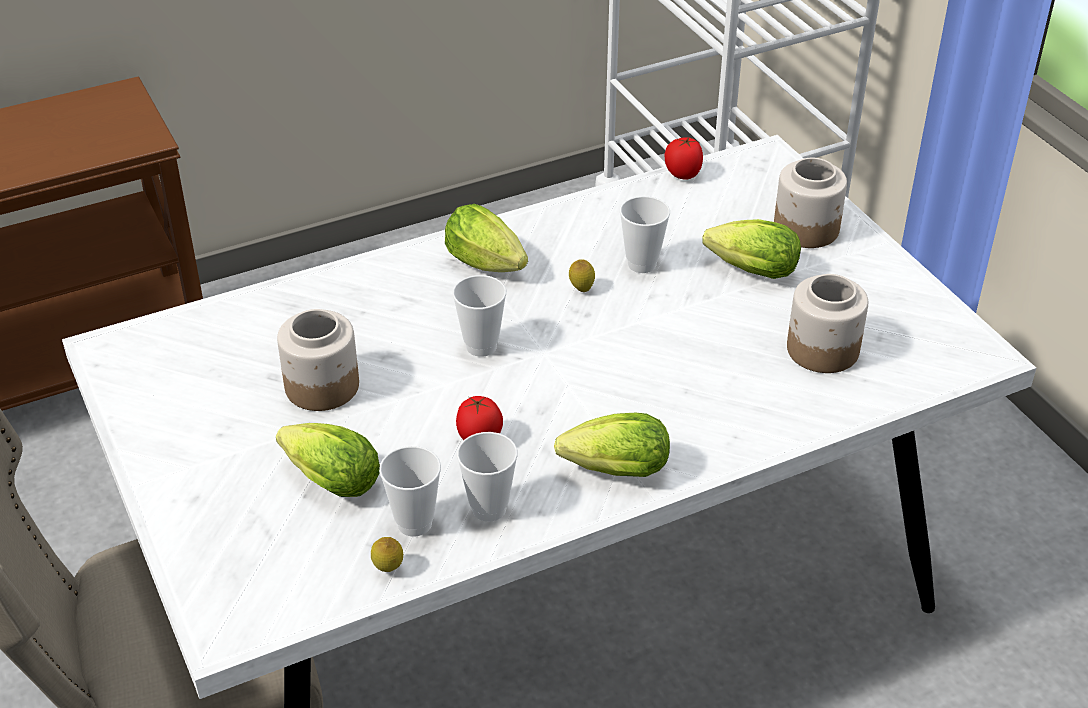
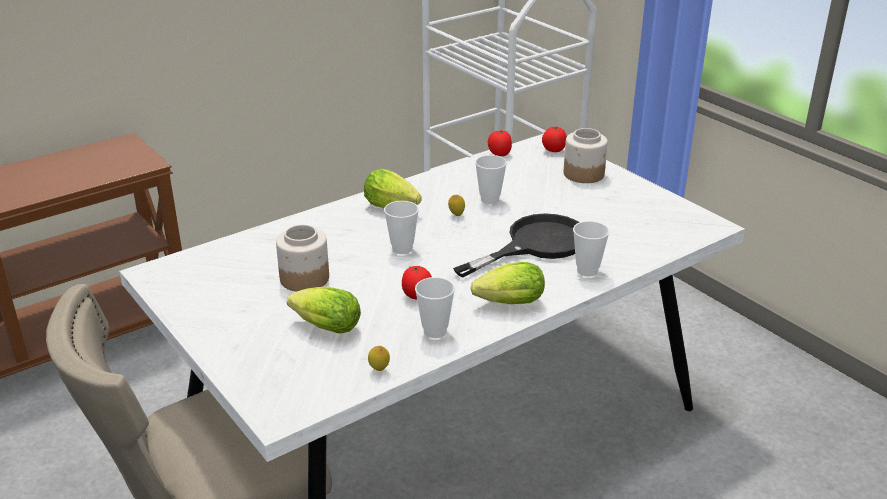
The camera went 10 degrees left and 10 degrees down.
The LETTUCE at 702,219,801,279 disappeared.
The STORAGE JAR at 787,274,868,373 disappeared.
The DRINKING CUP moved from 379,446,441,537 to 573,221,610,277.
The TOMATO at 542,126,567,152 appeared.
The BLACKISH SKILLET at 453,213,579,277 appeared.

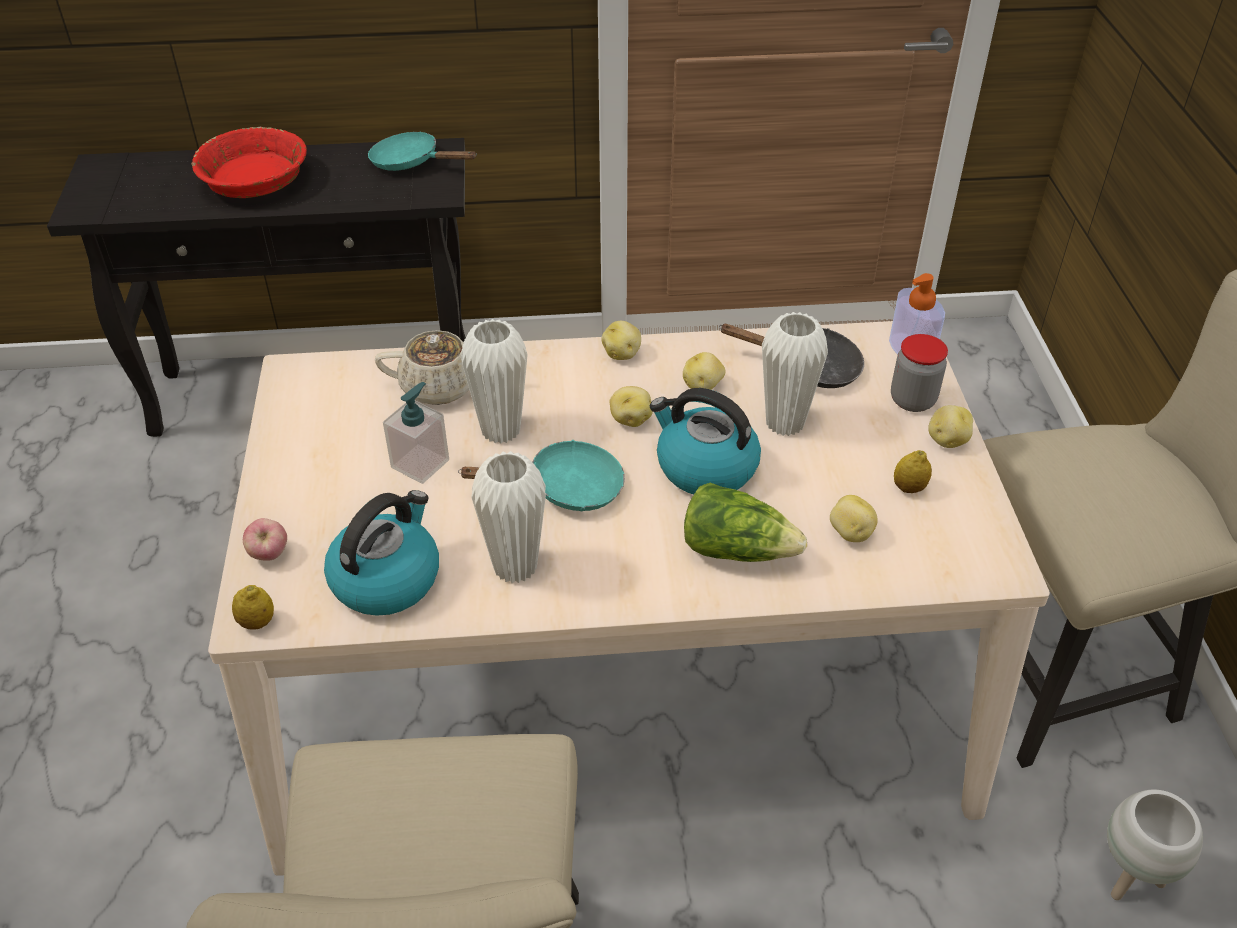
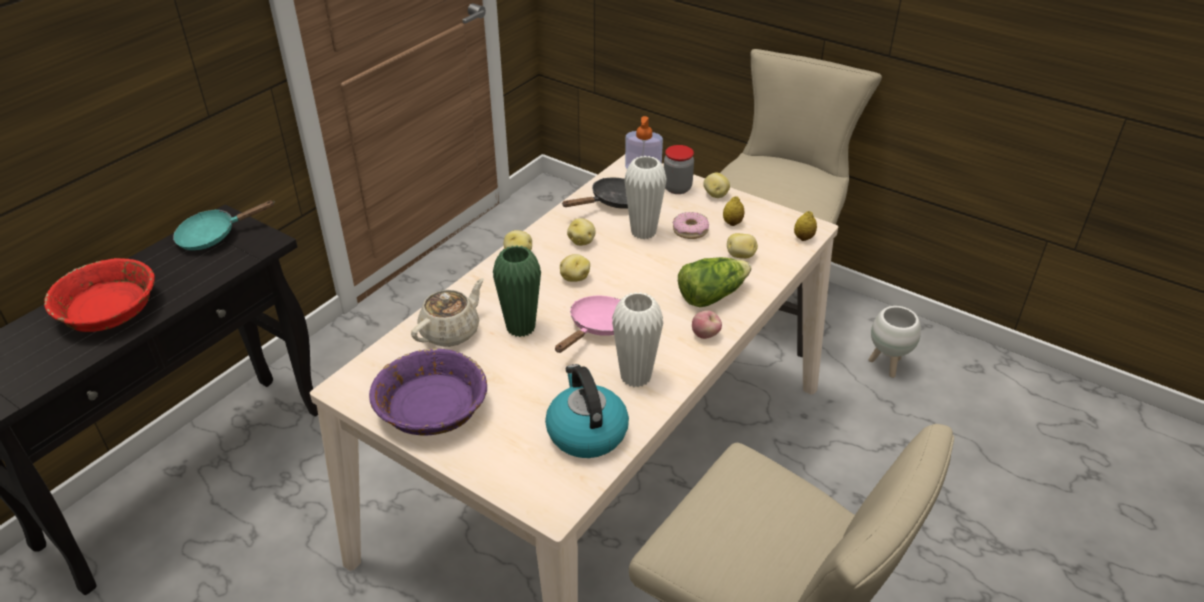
The camera went 50 degrees left and 5 degrees down.
The WHITE VASE at 461,319,528,444 became the GREEN VASE at 493,246,541,337.
The SOAP BOTTLE at 383,382,449,484 disappeared.
The TEA KETTLE at 650,388,761,494 disappeared.
The TURQUOISE SKILLET at 458,440,625,511 became the PINK SKILLET at 555,296,620,353.
The APPLE FRUIT moved from 243,518,287,560 to 692,310,722,339.
The LEMON moved from 232,585,274,629 to 794,211,817,241.
The RING DOUGHNUT at 672,212,709,239 appeared.
The PURPLE SERVING BOWL at 369,348,487,436 appeared.

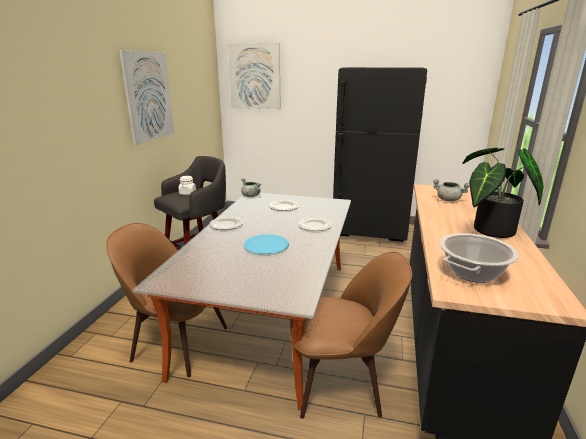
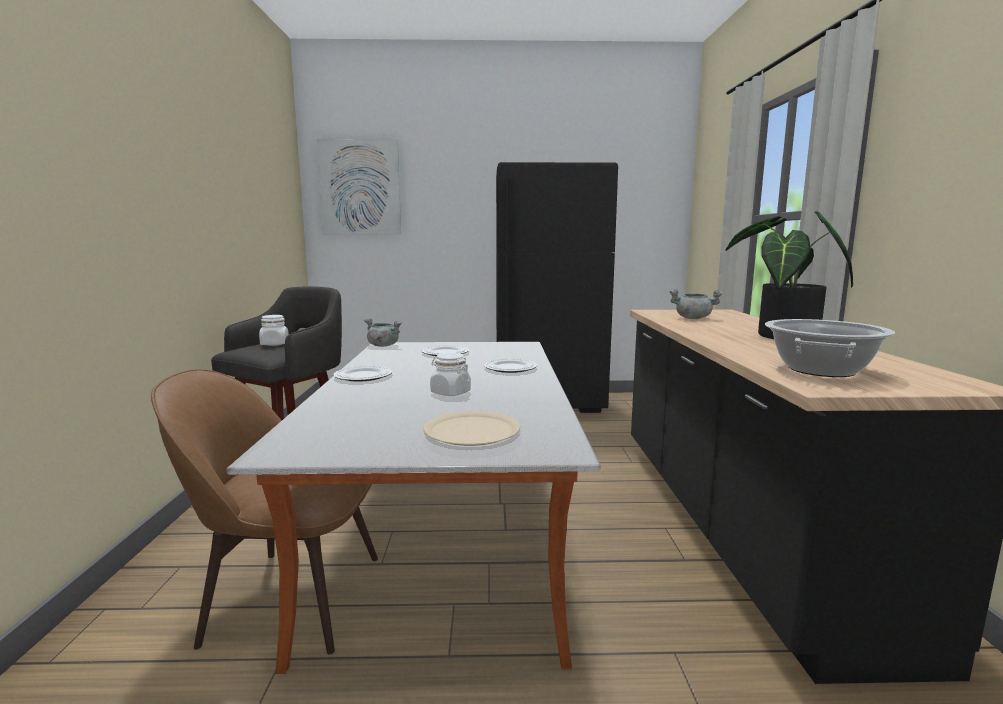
The camera went 15 degrees left and 10 degrees down.
The WALL ART at 119,50,174,145 disappeared.
The BLUISH FLAT DISH at 244,234,289,254 was replaced by the WHITE STORAGE JAR at 430,353,471,396.
The BROWN PLAIN CHAIR at 290,252,412,419 disappeared.
The SAND-COLOURED FLAT DISH at 423,411,520,446 appeared.

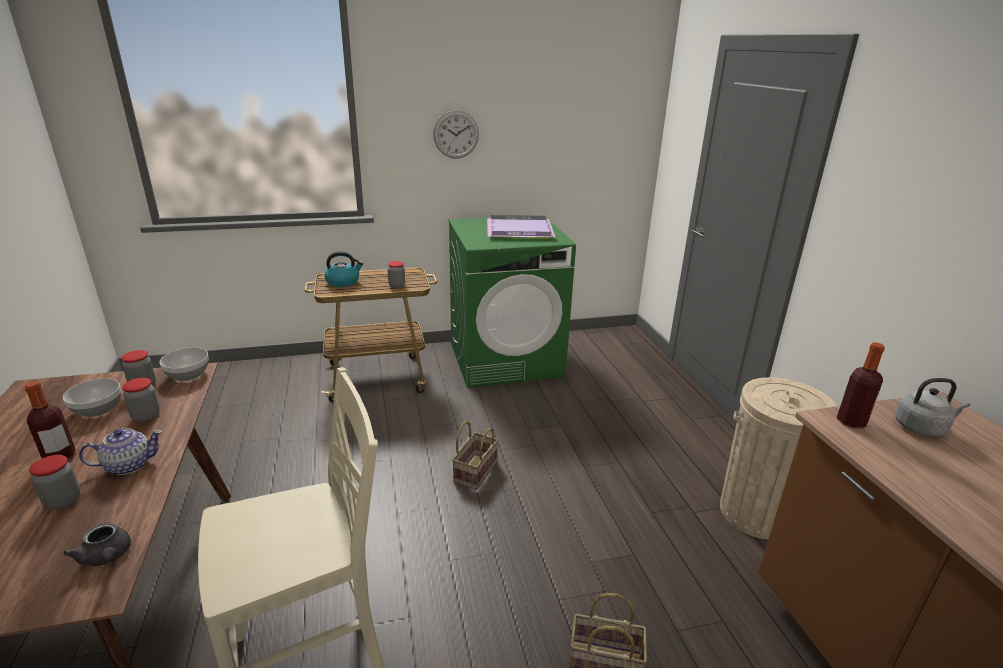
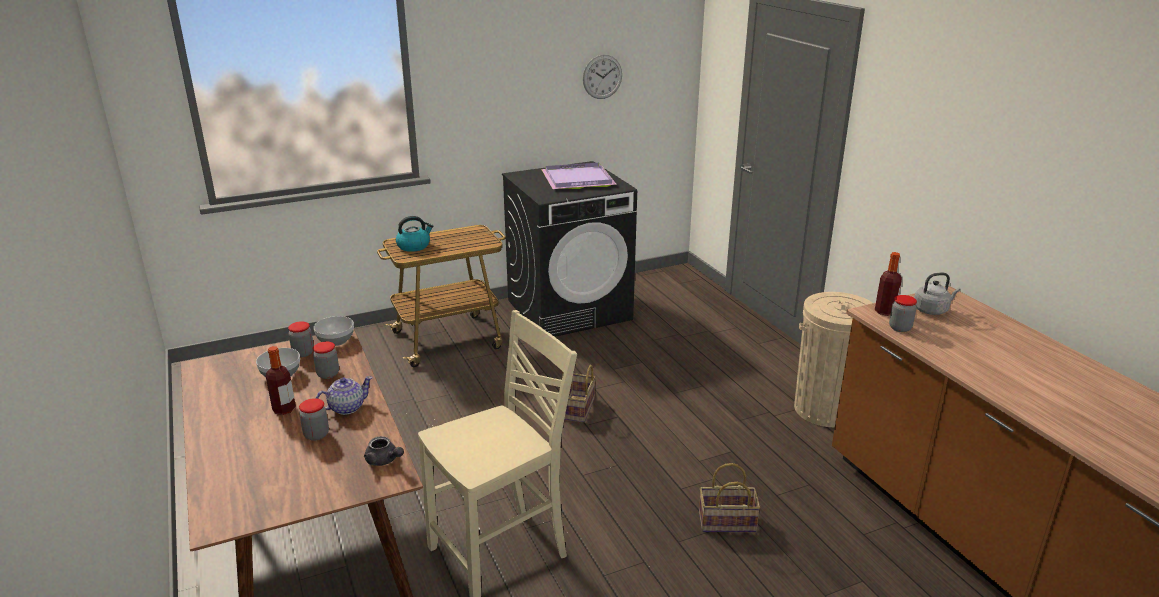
The camera went 10 degrees left and 0 degrees up.
The WALL CLOCK moved from 433,110,479,159 to 583,55,622,99.
The GREEN WASHING MACHINE at 449,215,576,388 became the BLACKISH WASHING MACHINE at 502,161,637,337.
The STORAGE JAR moved from 387,261,405,288 to 889,295,917,332.

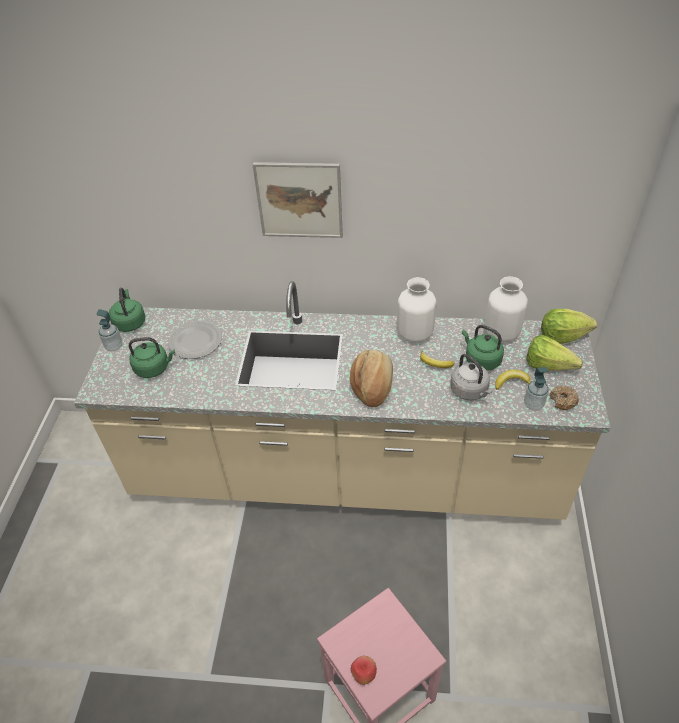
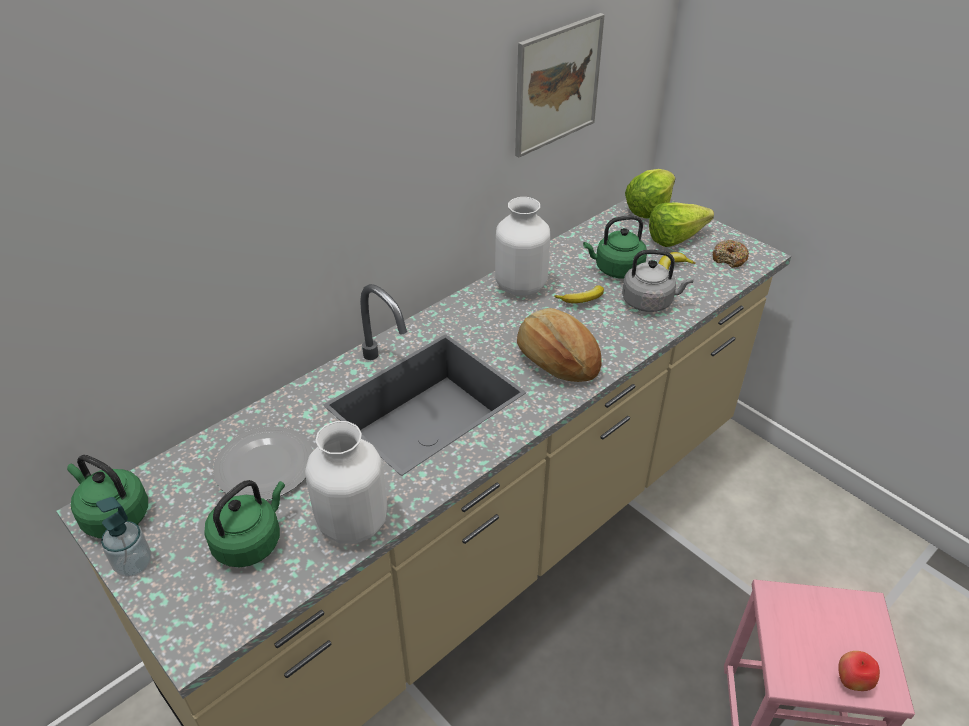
The camera went 50 degrees left and 5 degrees down.
The WALL ART moved from 252,162,343,238 to 515,13,605,158.
The WHITE VASE moved from 484,276,528,342 to 305,421,387,544.
The SOAP BOTTLE at 524,367,549,411 disappeared.

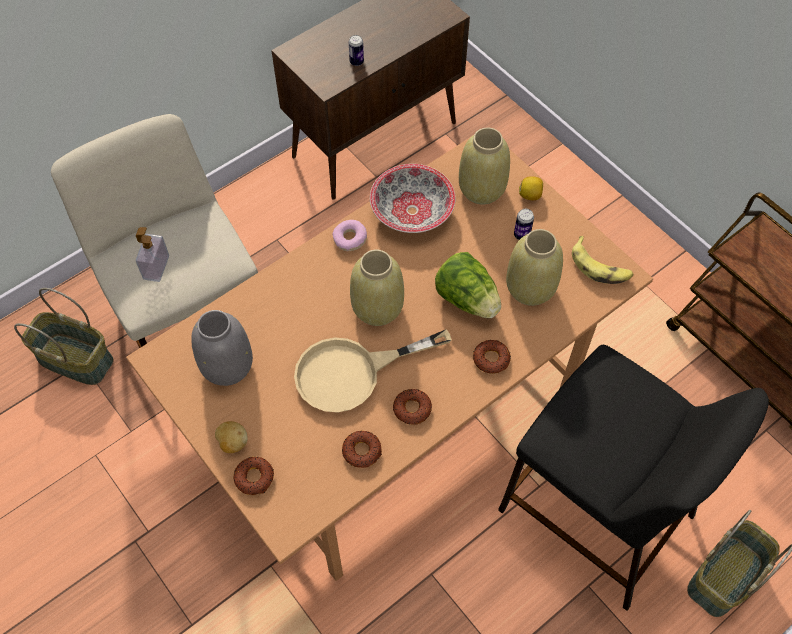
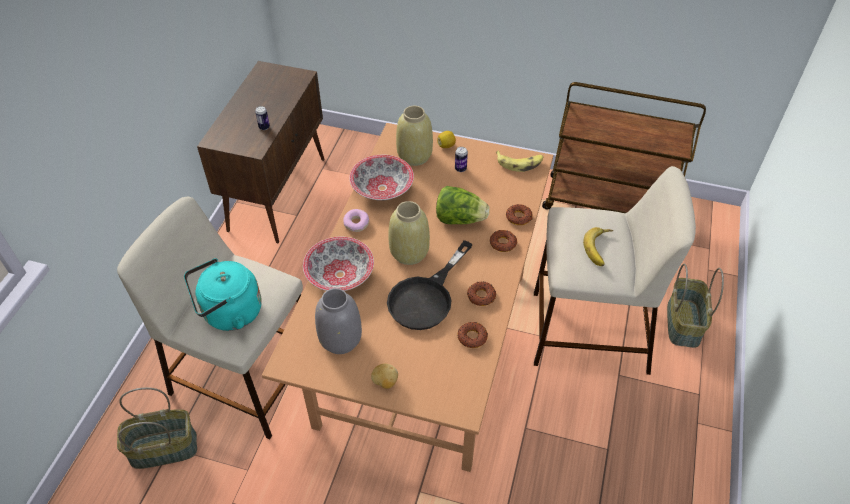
The camera went 35 degrees left and 10 degrees down.
The SOAP BOTTLE at 136,227,169,282 was replaced by the TURQUOISE TEA KETTLE at 184,258,262,331.
The SAND-COLOURED VASE at 506,229,563,306 disappeared.
The SAND-COLOURED SKILLET at 294,329,452,413 became the BLACKISH SKILLET at 387,240,473,330.
The BLACKISH SITTING STOOL at 498,345,769,611 became the SAND-COLOURED SITTING STOOL at 534,166,696,375.
The RING DOUGHNUT moved from 233,457,274,495 to 506,204,532,225.
The WHOLE BANANA at 583,227,613,266 appeared.
The SERVING BOWL at 303,237,374,291 appeared.

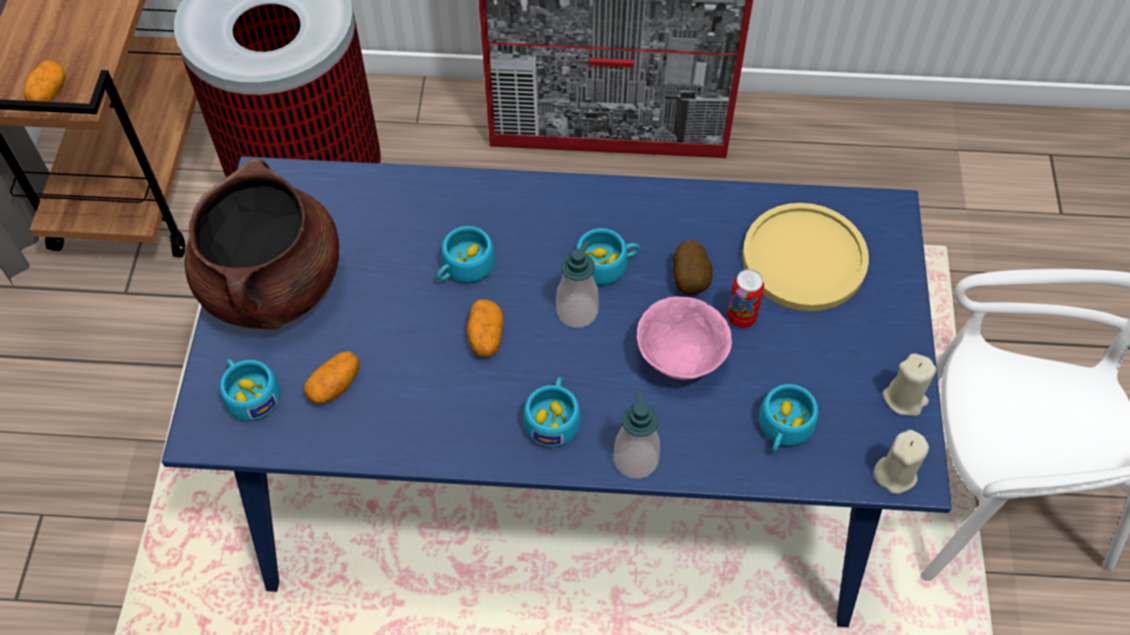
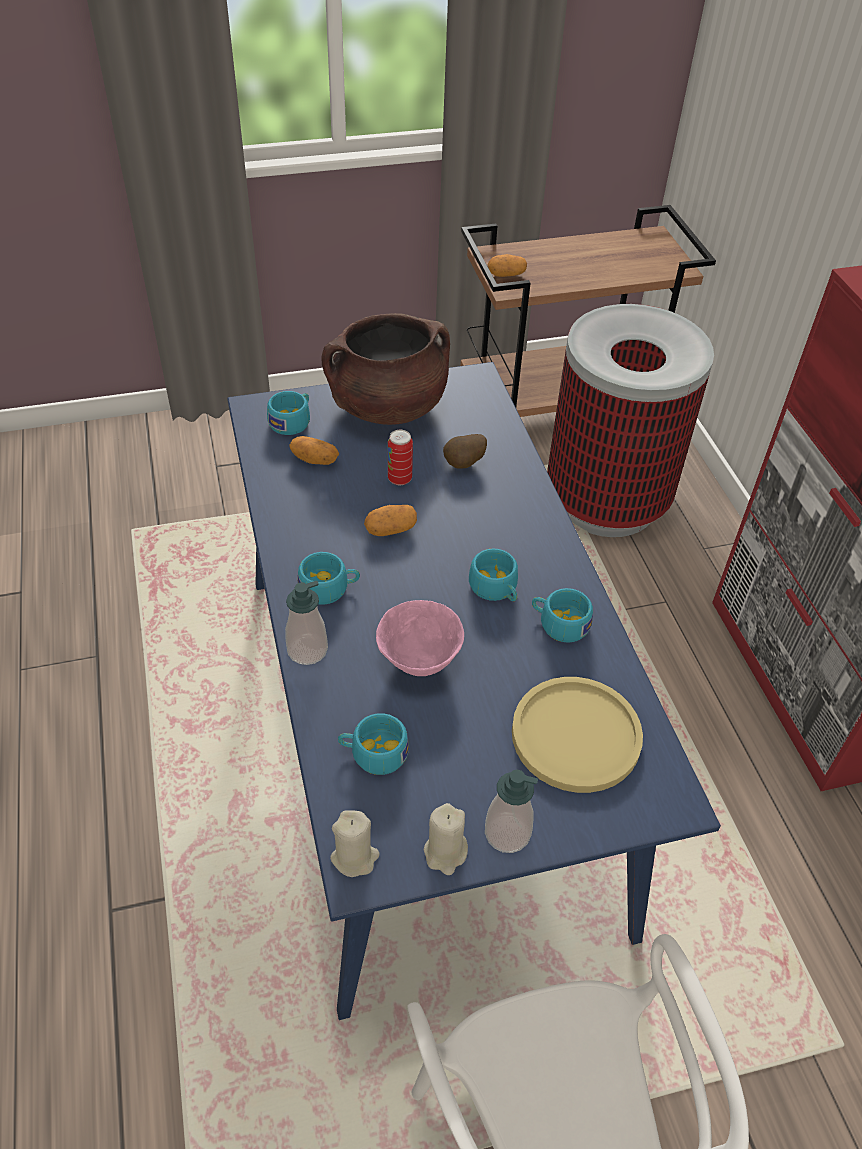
The camera went 70 degrees right and 10 degrees down.
The TURQUOISE DRINKING CUP moved from 437,226,495,283 to 532,588,593,643.
The POTATO moved from 673,240,713,295 to 443,434,487,469.
The SOAP BOTTLE moved from 556,241,599,328 to 485,770,538,853.
The SEALED CAN moved from 727,269,764,328 to 388,430,413,485.

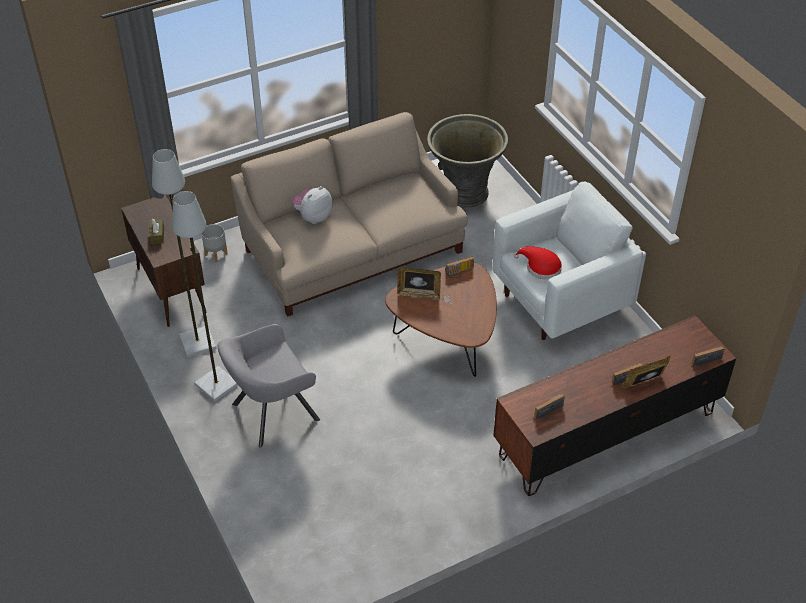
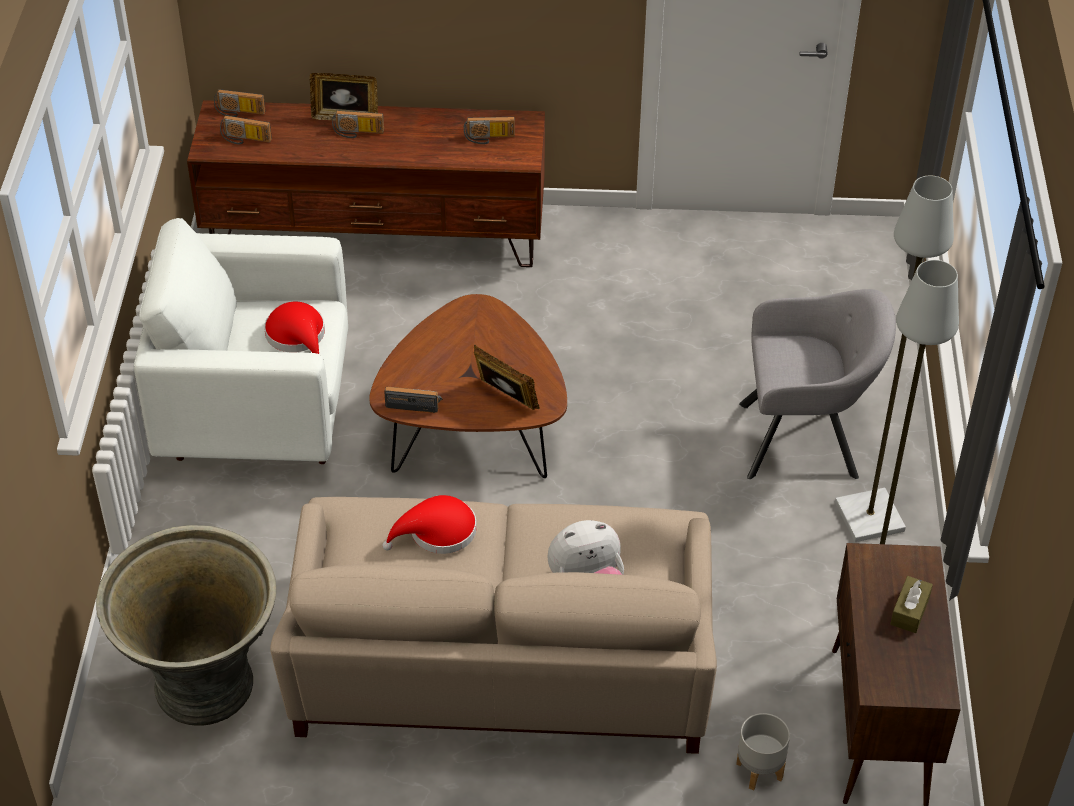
The camera went 150 degrees left and 0 degrees up.
The RADIO RECEIVER at 220,115,272,144 appeared.
The RED CLOTHING HAT at 382,495,477,554 appeared.

